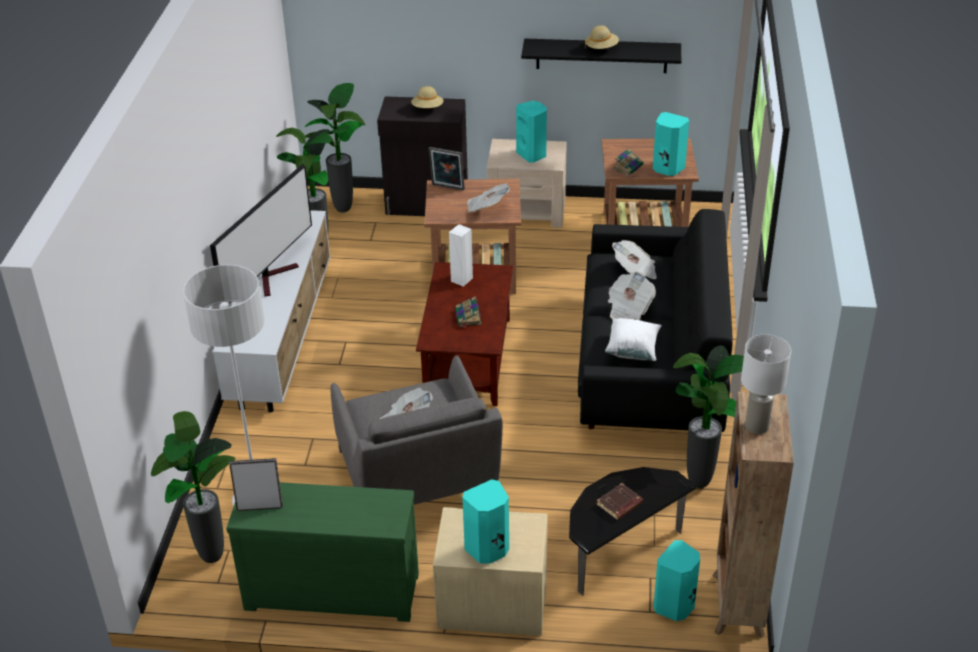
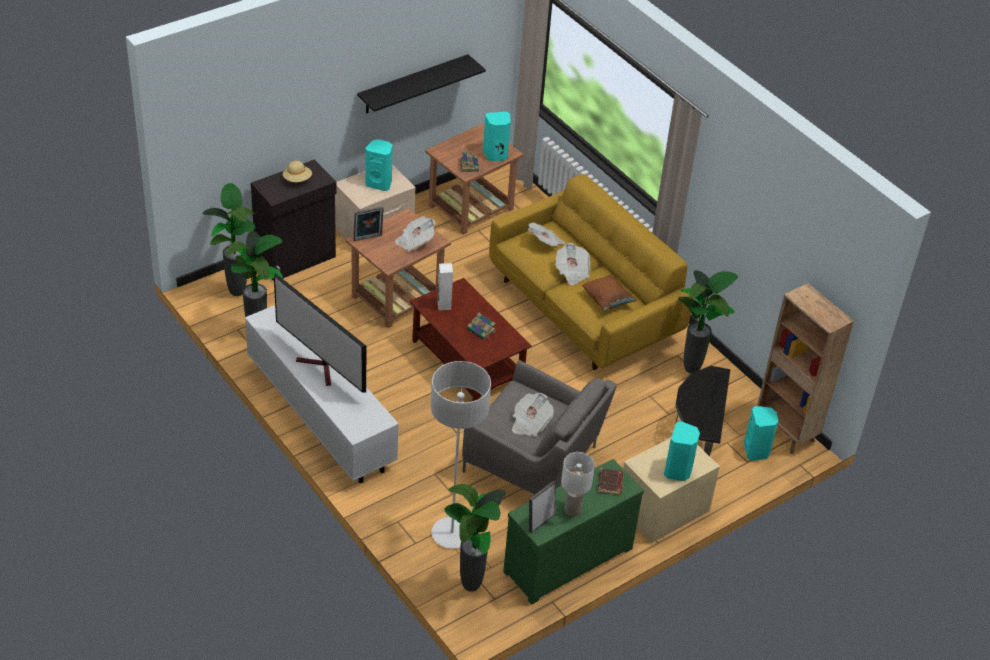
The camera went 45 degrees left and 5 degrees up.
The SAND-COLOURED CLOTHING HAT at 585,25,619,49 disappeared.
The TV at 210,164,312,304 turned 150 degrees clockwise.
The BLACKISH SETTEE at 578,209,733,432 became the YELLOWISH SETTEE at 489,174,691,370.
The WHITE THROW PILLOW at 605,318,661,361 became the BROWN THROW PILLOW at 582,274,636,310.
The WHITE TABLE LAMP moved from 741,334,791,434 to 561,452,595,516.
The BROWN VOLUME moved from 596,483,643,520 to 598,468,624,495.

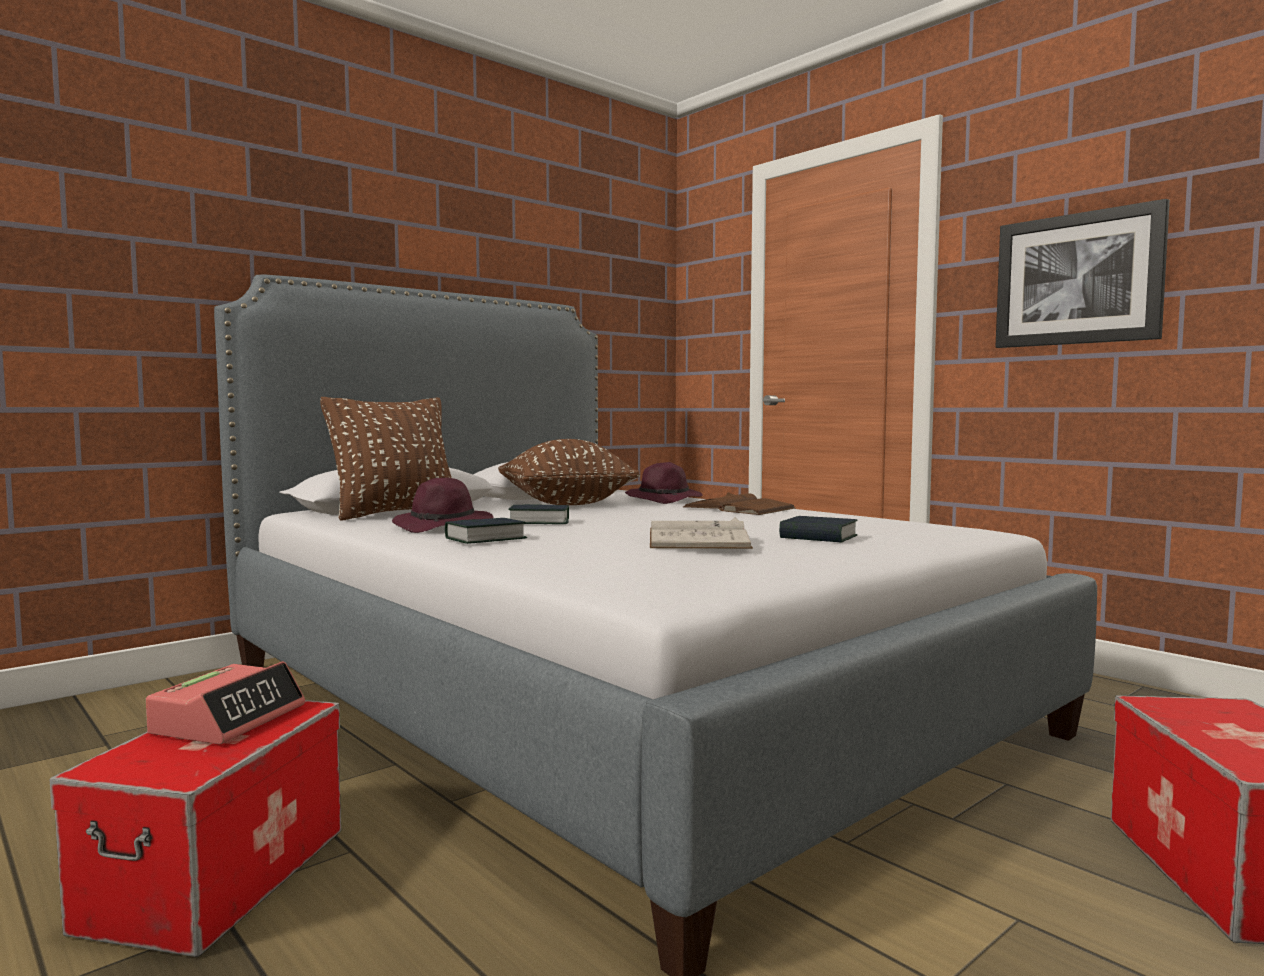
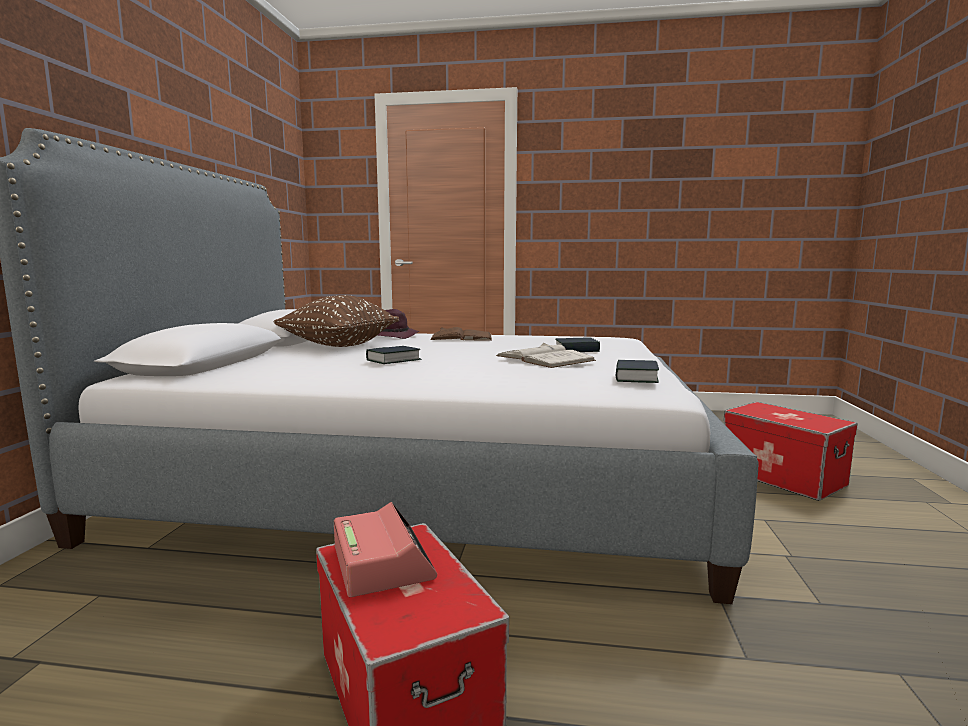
The camera went 40 degrees left and 5 degrees up.
The WALL ART at 995,199,1170,348 disappeared.
The BROWN THROW PILLOW at 320,397,452,521 disappeared.
The PURPLE CLOTHING HAT at 392,478,493,533 disappeared.
The VOLUME moved from 445,518,527,544 to 616,360,659,383.

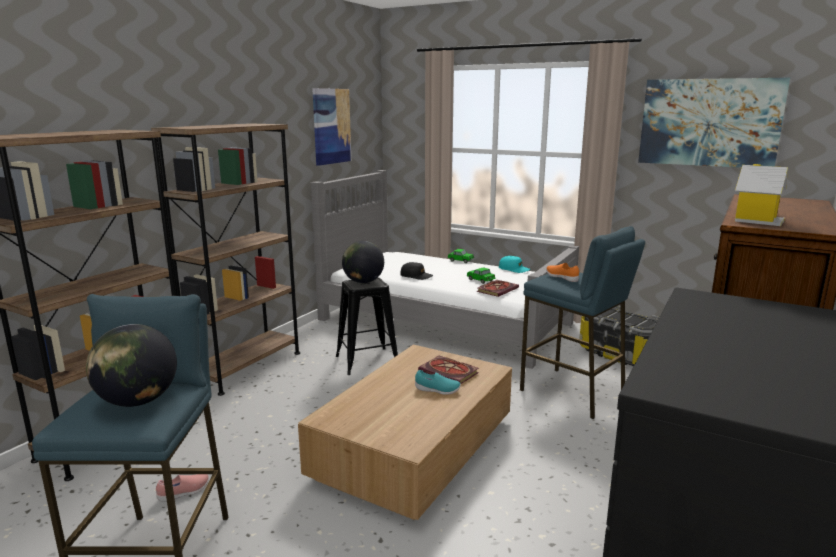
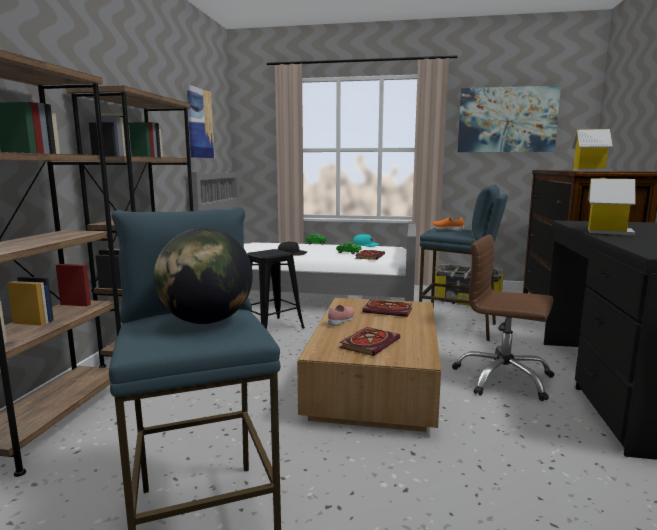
The camera went 20 degrees left and 5 degrees down.
The DESK GLOBE at 342,241,384,283 disappeared.
The TURQUOISE ITEM OF FOOTWEAR at 415,370,461,395 disappeared.
The PINK ITEM OF FOOTWEAR moved from 156,474,209,502 to 328,305,355,326.
The MINIATURE HOUSE at 587,178,636,236 appeared.
The BROWN COMPUTER CHAIR at 452,234,554,401 appeared.
The VOLUME at 340,327,400,356 appeared.

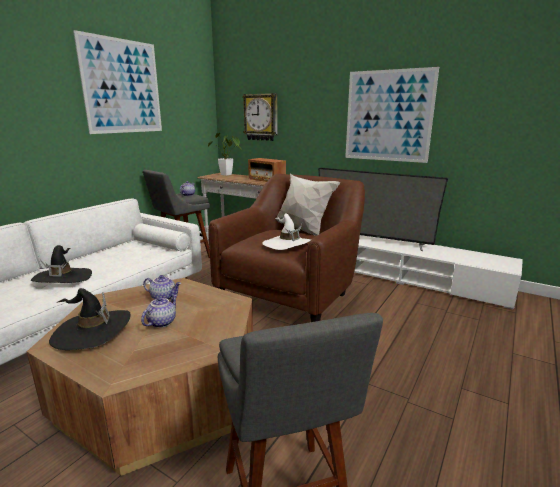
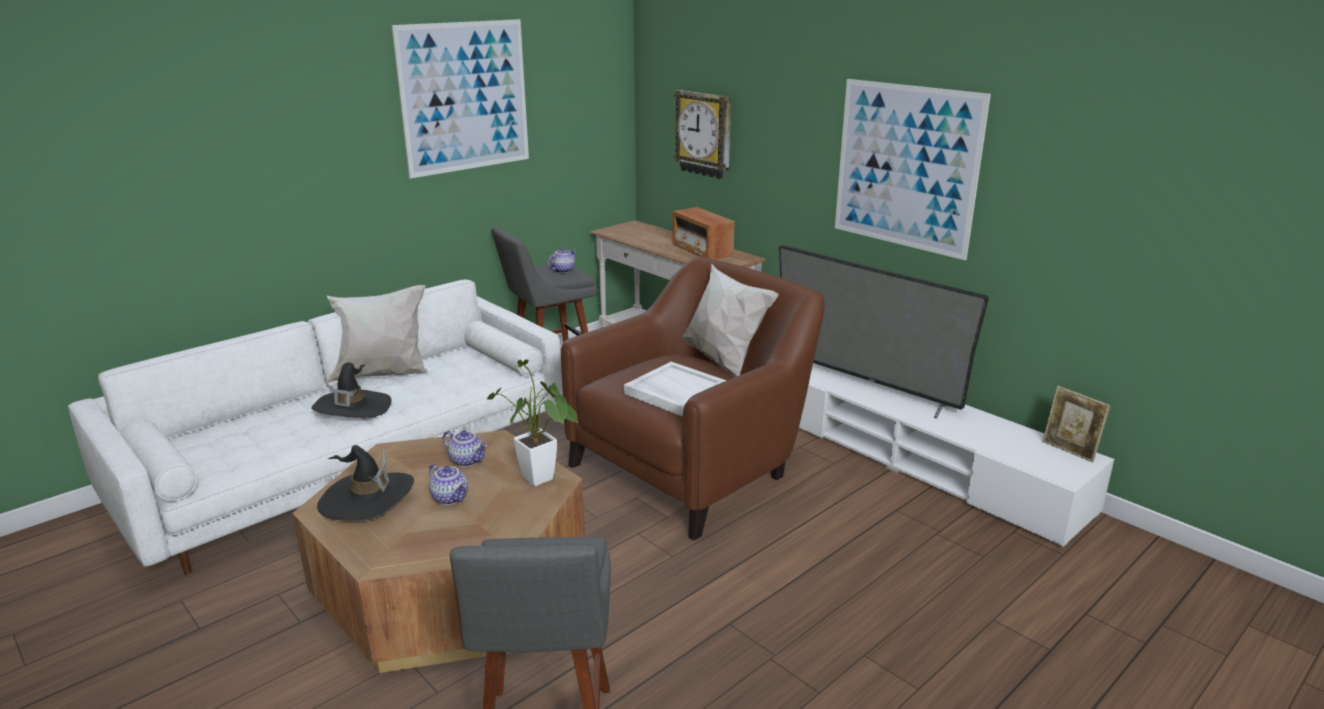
The camera went 15 degrees right and 5 degrees up.
The POTTED PLANT moved from 208,133,241,176 to 487,360,579,486.
The WHITE CLOTHING HAT at 262,213,311,250 was replaced by the WHITE TRAY at 624,362,727,416.
The TEAPOT at 141,295,177,328 turned 90 degrees clockwise.
The WHITE THROW PILLOW at 326,285,428,383 appeared.
The PICTURE FRAME at 1042,386,1110,462 appeared.

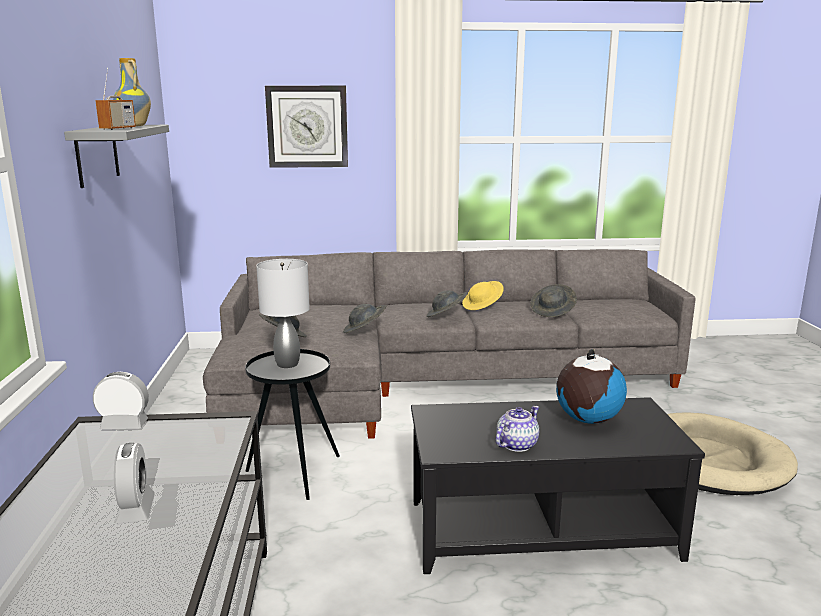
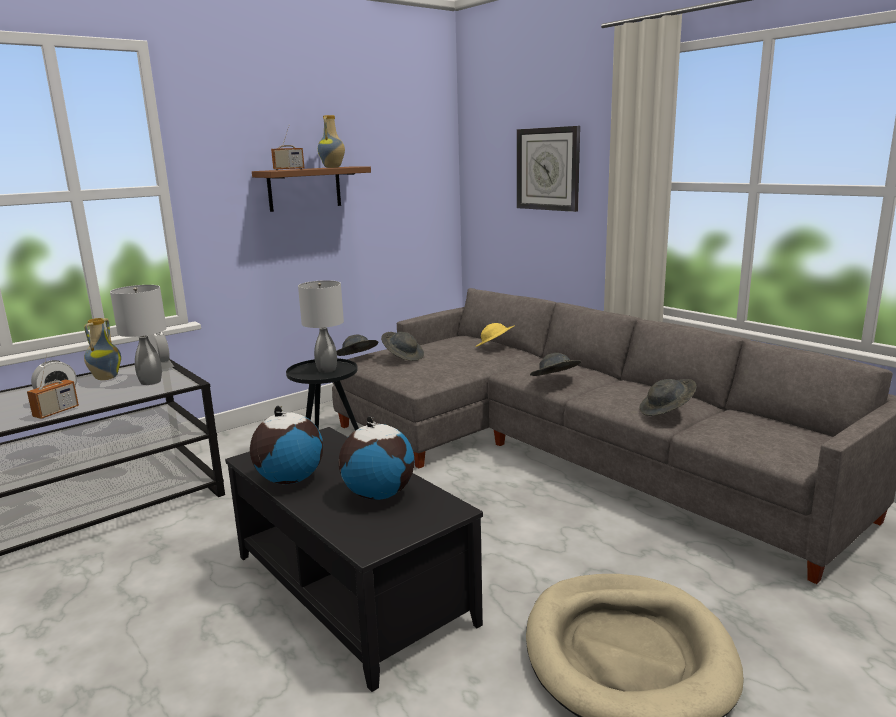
The camera went 55 degrees right and 0 degrees up.
The GREYISH SHELF at 64,125,169,188 became the BROWN SHELF at 252,167,371,212.
The YELLOWISH CLOTHING HAT moved from 462,281,503,310 to 475,323,515,347.
The GREYISH CLOTHING HAT moved from 343,304,386,333 to 336,334,378,356.
The TEAPOT at 496,406,539,452 was replaced by the DESK GLOBE at 250,406,323,484.
The GREYISH TABLE LAMP at 110,285,166,385 appeared.
The VASE at 84,318,121,380 appeared.
The RADIO RECEIVER at 27,354,79,419 appeared.

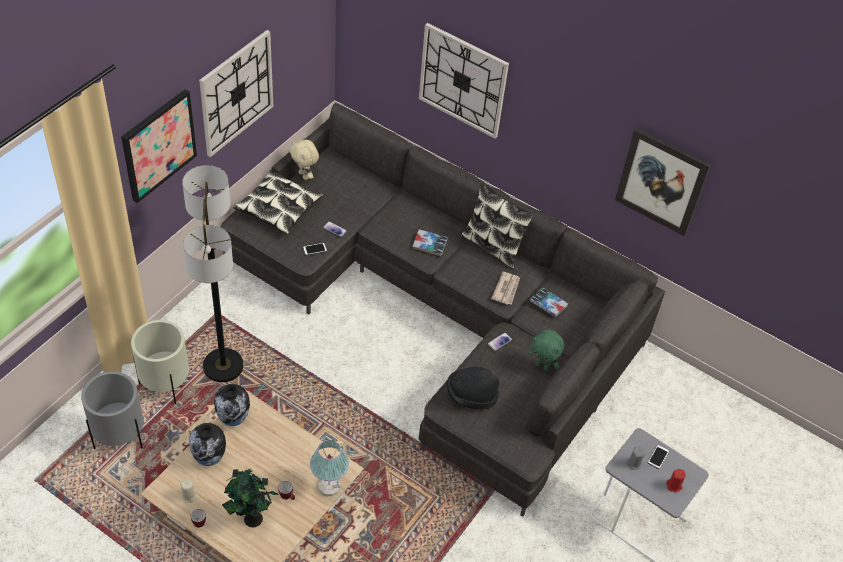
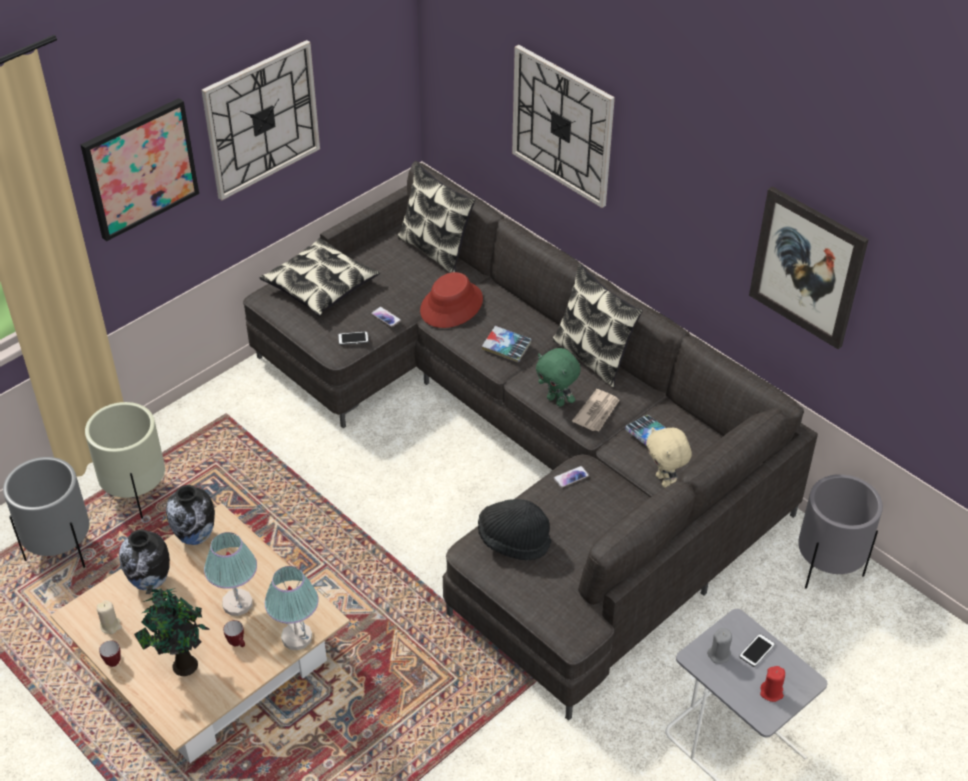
The camera went 15 degrees right and 5 degrees down.
The SAND-COLOURED PLUSH TOY moved from 289,140,319,180 to 646,427,692,488.
The STANDING LAMP at 182,165,243,382 disappeared.
The GREEN PLUSH TOY moved from 528,330,564,371 to 536,348,581,407.
The THROW PILLOW at 397,163,476,273 appeared.
The RED CLOTHING HAT at 420,272,483,328 appeared.
The GREYISH PLANT POT at 798,474,883,588 appeared.
The TABLE LAMP at 204,532,257,616 appeared.

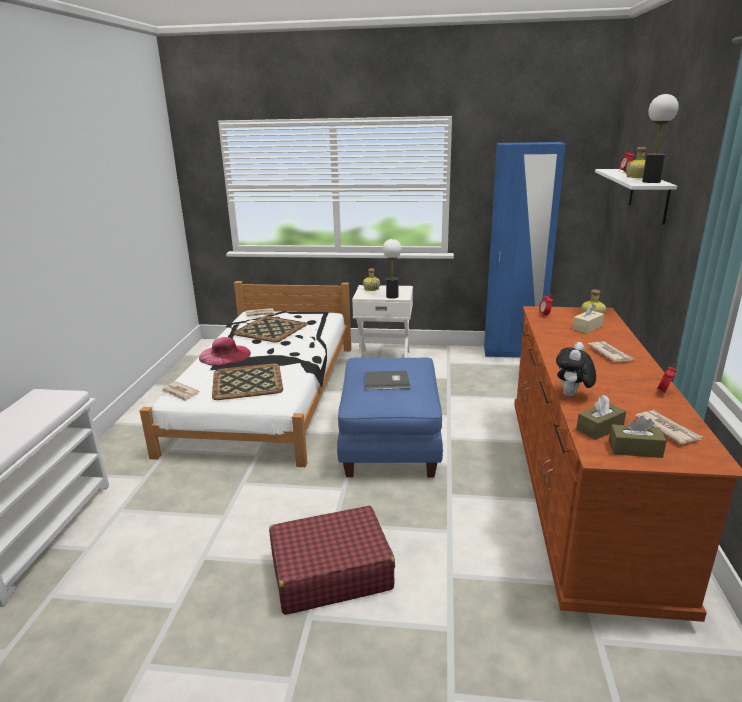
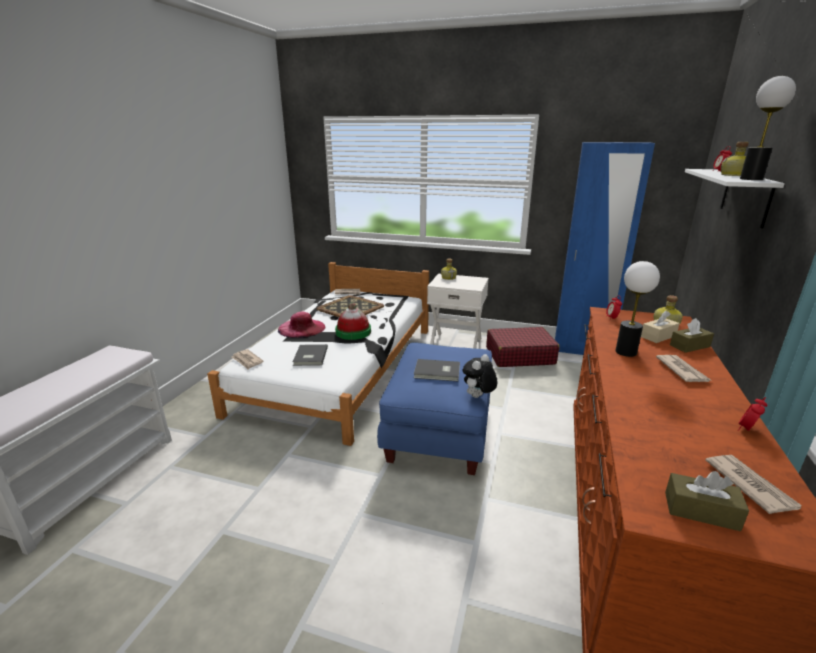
The camera went 10 degrees right and 0 degrees up.
The TABLE LAMP moved from 383,239,402,299 to 615,261,660,357.
The PLUSH TOY moved from 556,342,596,396 to 463,354,498,398.
The TRAY at 212,363,283,400 was replaced by the GREYISH VOLUME at 293,344,328,366.
The BROWN BOX OF TISSUES moved from 576,395,626,440 to 670,318,714,353.
The RED TRAVEL CASE moved from 269,505,395,615 to 486,327,560,367.
The CLOTHING HAT at 335,302,371,340 appeared.

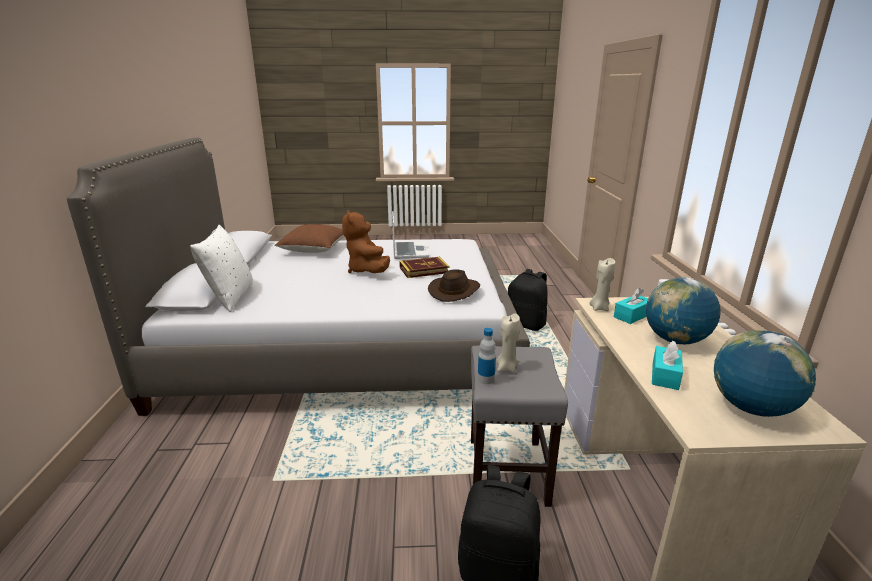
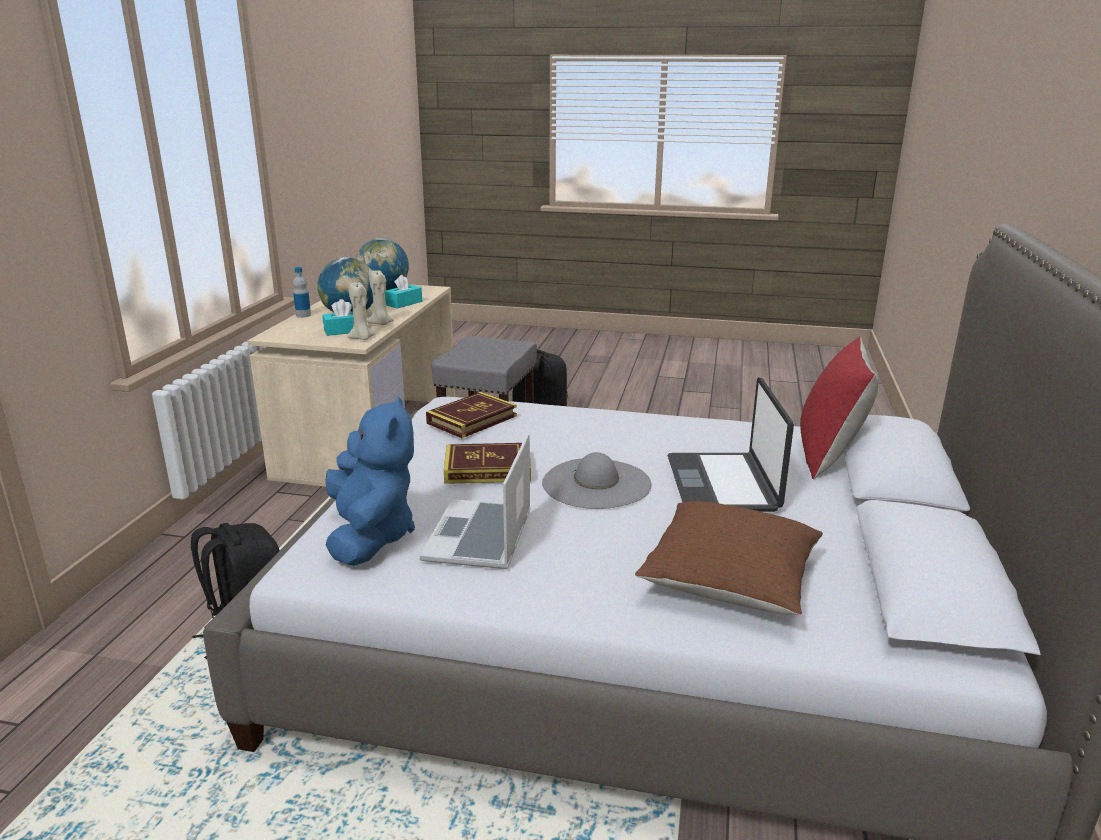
The camera went 165 degrees left and 0 degrees up.
The BROWN PLUSH TOY at 342,210,390,273 was replaced by the GREYISH CLOTHING HAT at 542,452,652,509.
The WHITE THROW PILLOW at 190,225,253,312 became the RED THROW PILLOW at 800,337,878,479.
The BROWN CLOTHING HAT at 428,269,480,302 was replaced by the VOLUME at 426,392,517,438.
The SAND-COLOURED WAX LIGHT moved from 496,314,520,372 to 367,271,394,325.
The BEVERAGE BOTTLE moved from 478,328,496,384 to 293,267,311,318.
The NOTEBOOK COMPUTER at 668,377,794,512 appeared.
The BLUISH PLUSH TOY at 325,396,415,566 appeared.

